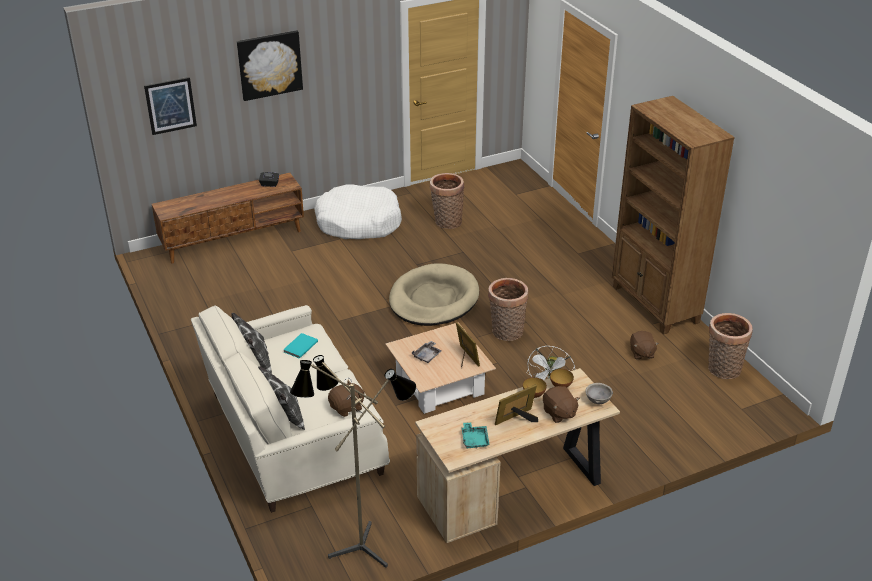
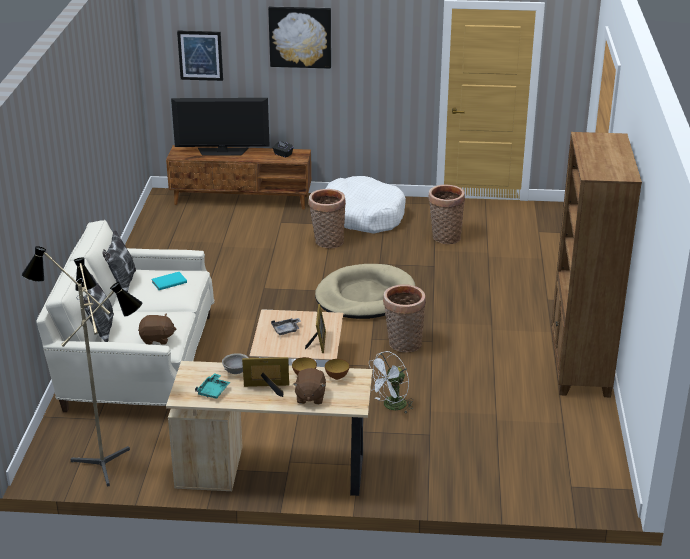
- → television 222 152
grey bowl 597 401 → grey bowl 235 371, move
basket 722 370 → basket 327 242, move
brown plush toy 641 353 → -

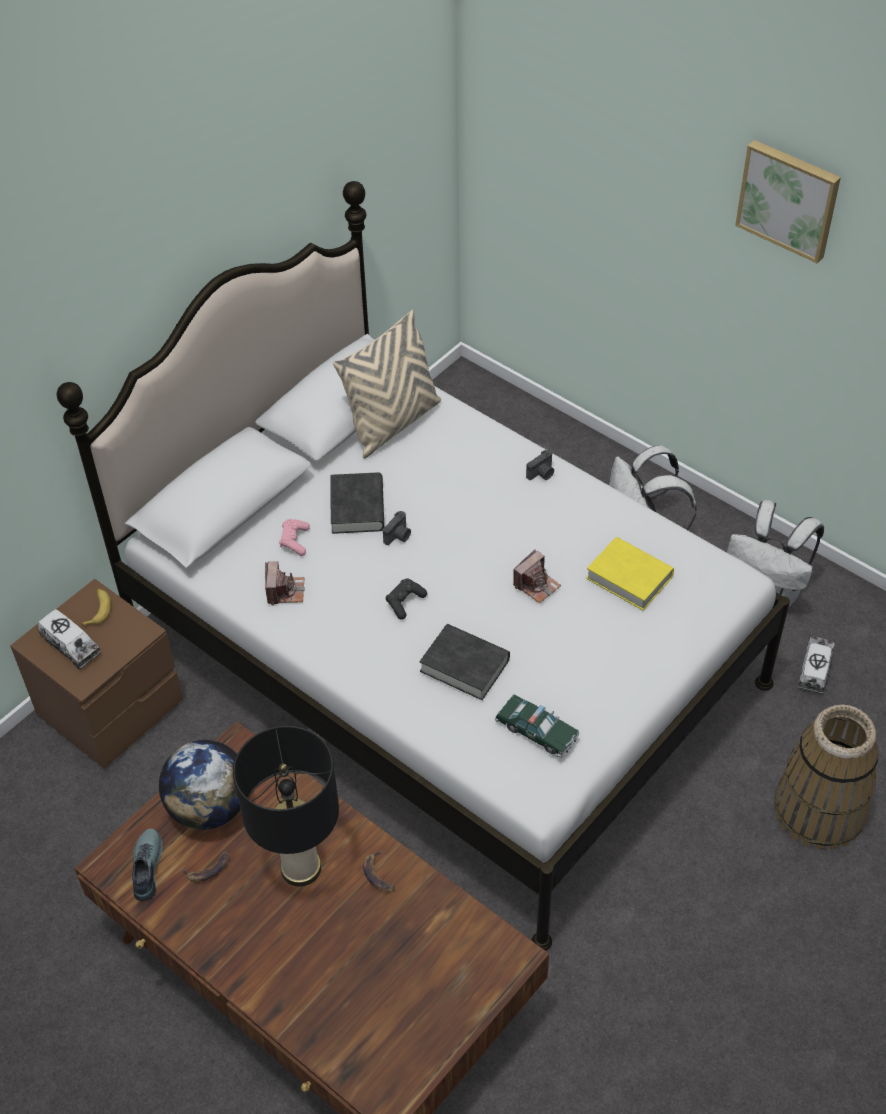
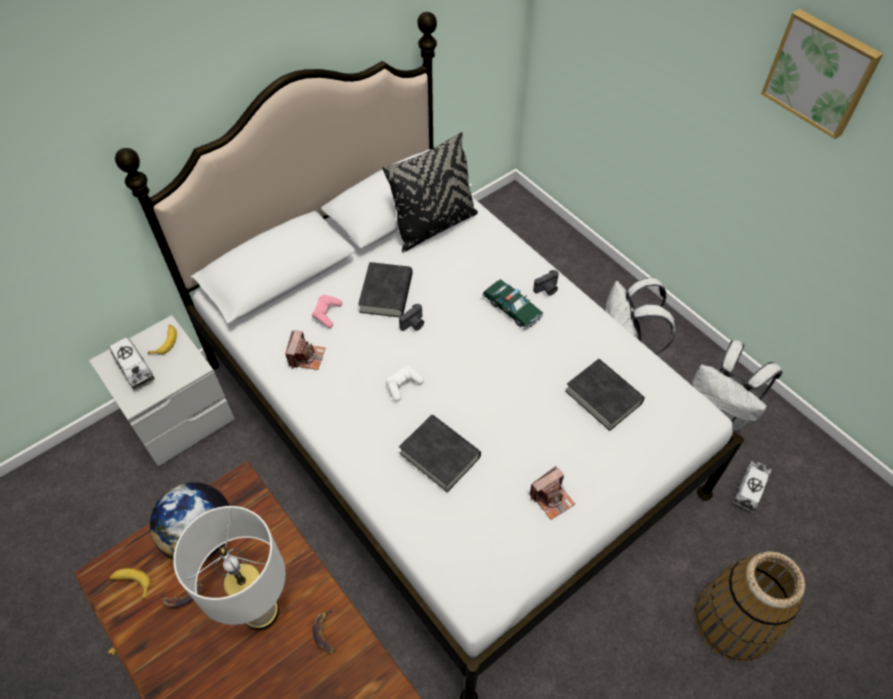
brown nightstand 109 708 → white nightstand 178 415
shoe 145 867 → banana 131 583
black table lamp 300 868 → white table lamp 260 612
beige pillow 393 423 → black pillow 434 226
black game controller 405 602 → white game controller 403 385
toy car 536 731 → toy car 512 308, move
photo camera 536 585 → photo camera 551 498, move
yellow book 629 577 → black book 603 397

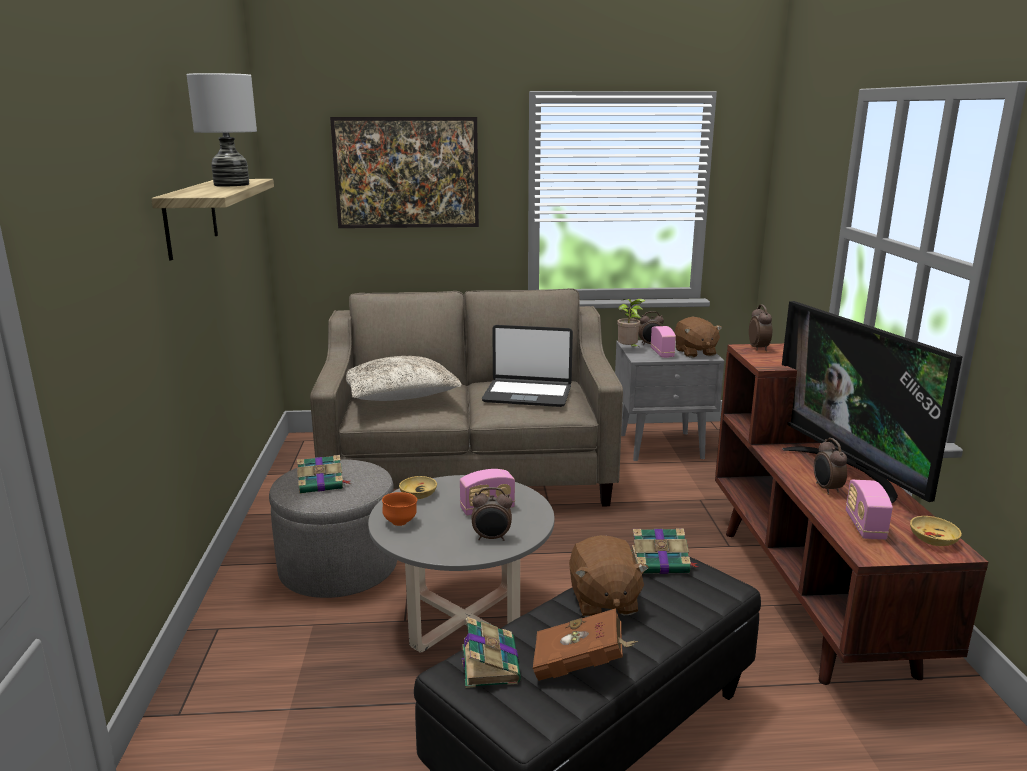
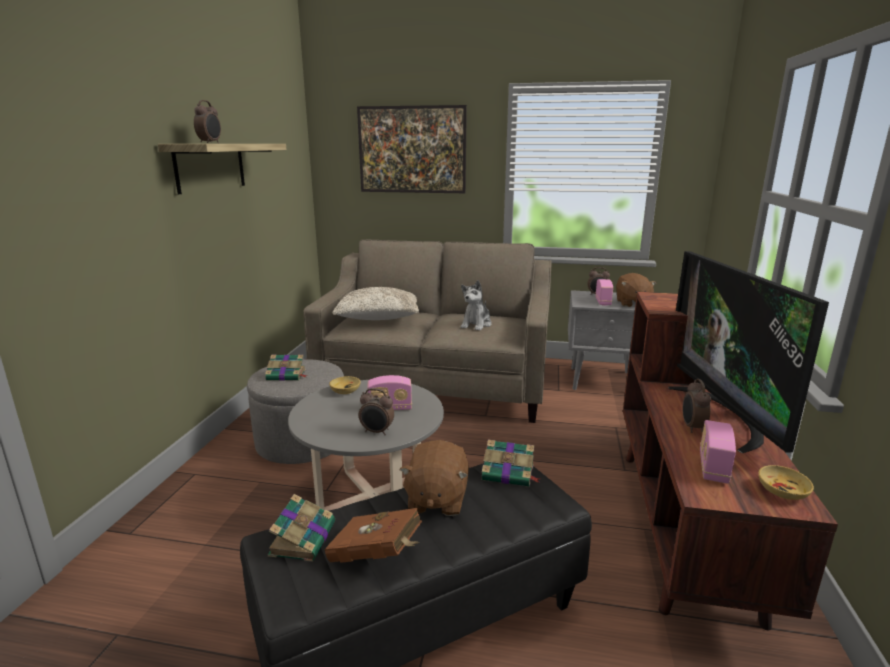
alarm clock 759 348 → alarm clock 210 143, move
laptop 527 394 → plush toy 476 324
grey table lamp 231 185 → -
orange bowl 400 522 → -
potted plant 629 349 → -

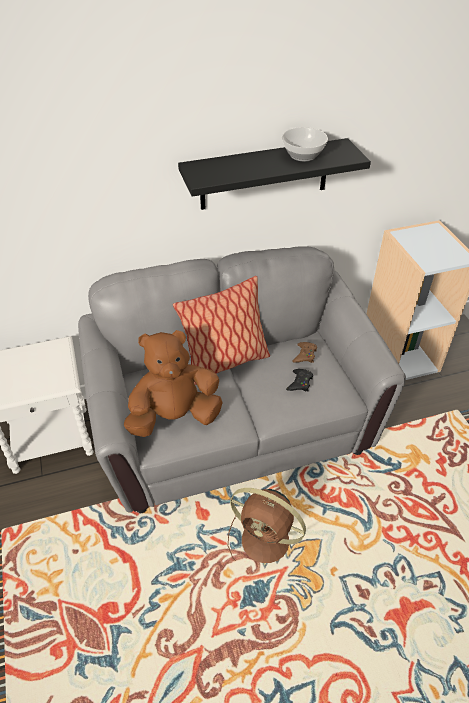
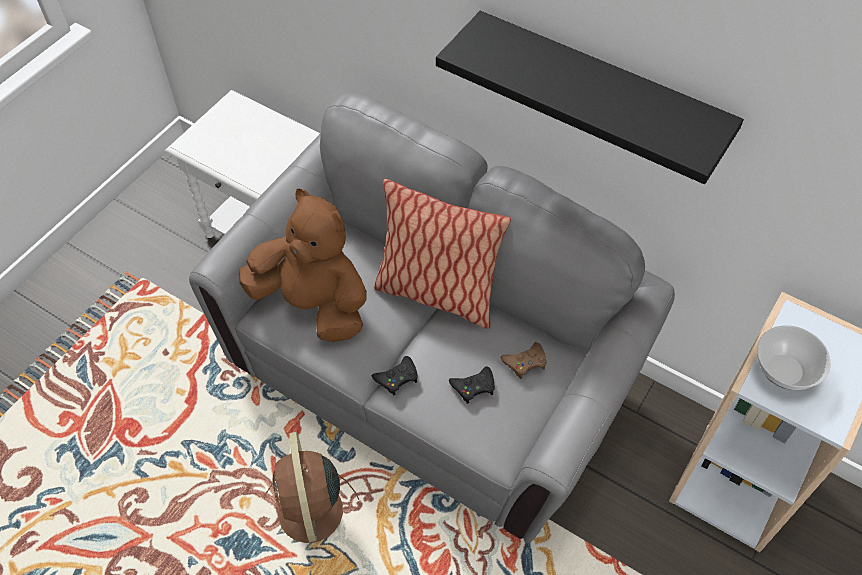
- → black game controller 397 378
bowl 303 156 → bowl 783 372, move

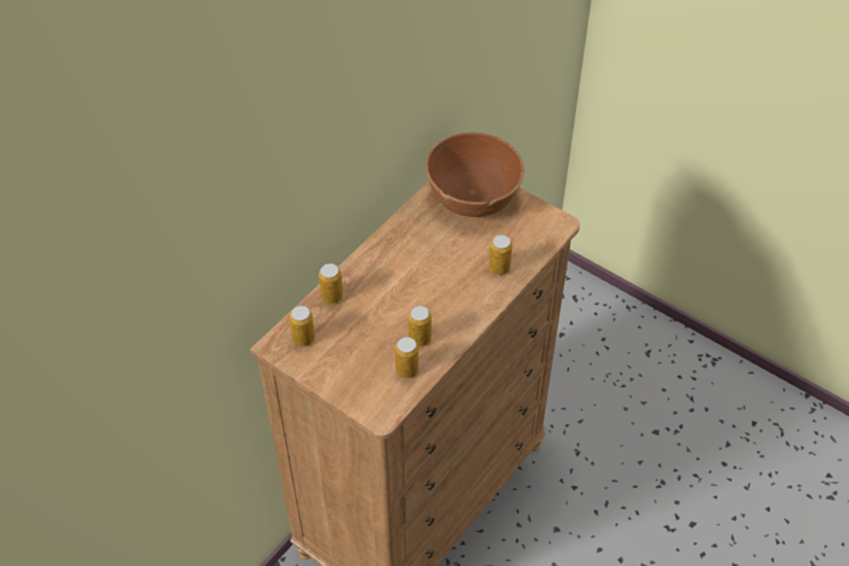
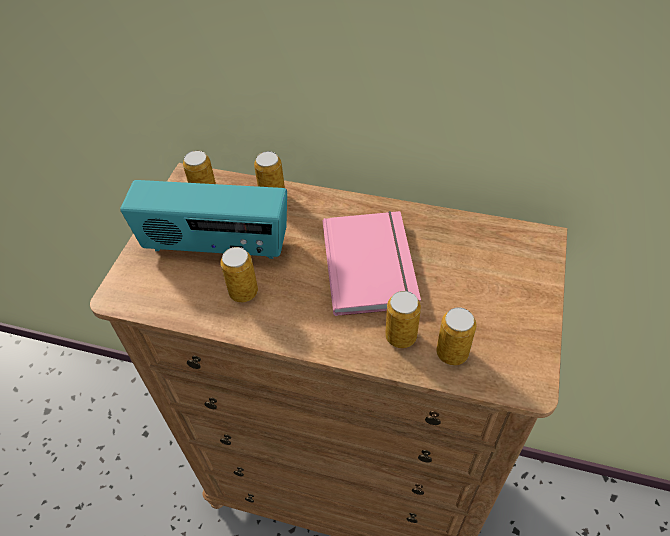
- → radio 216 246
- → pink book 373 264
can 407 370 → can 452 353, move
brown bowl 473 197 → -

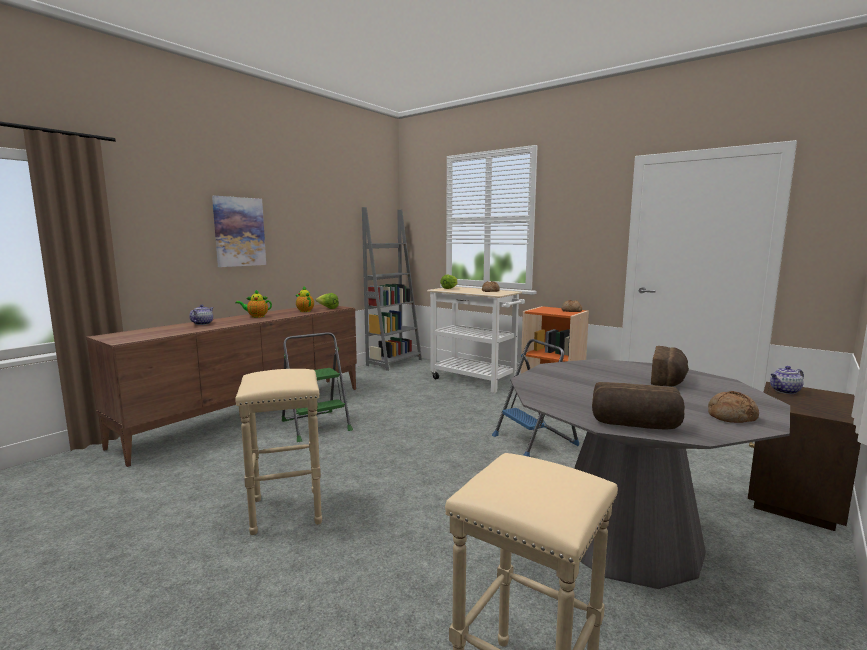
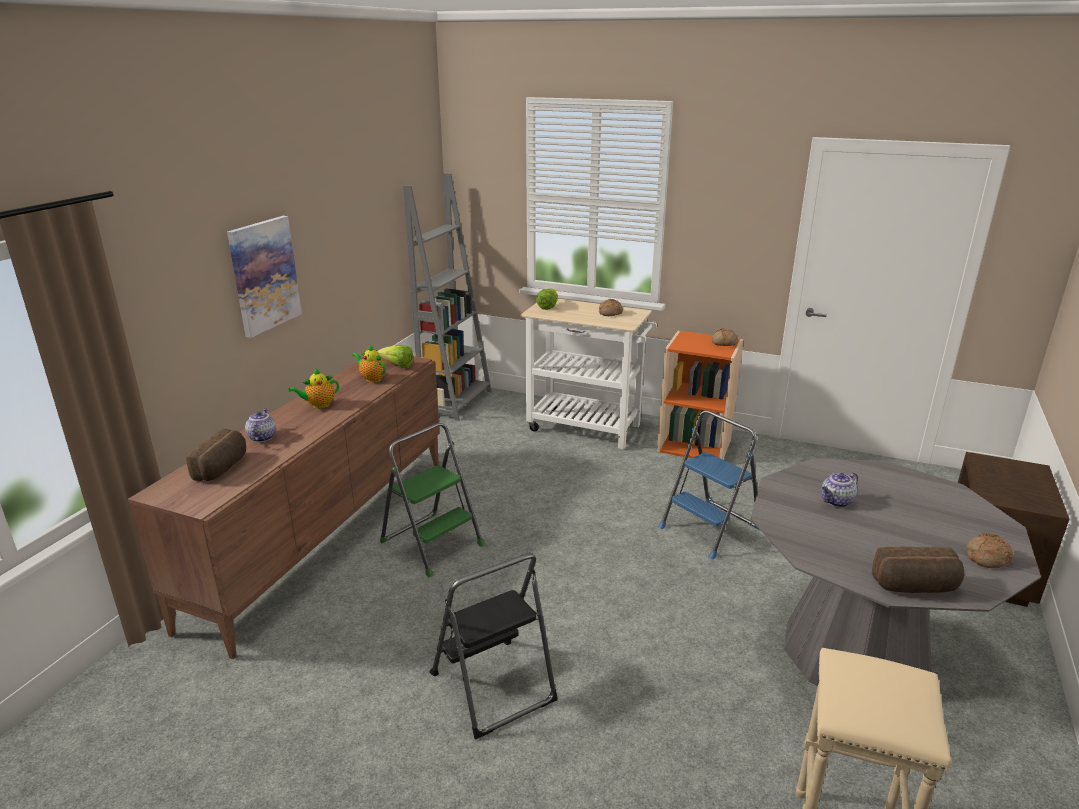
bread 669 380 → bread 223 468, move
beige stool 285 512 → black step ladder 494 689
teapot 785 391 → teapot 836 501, move

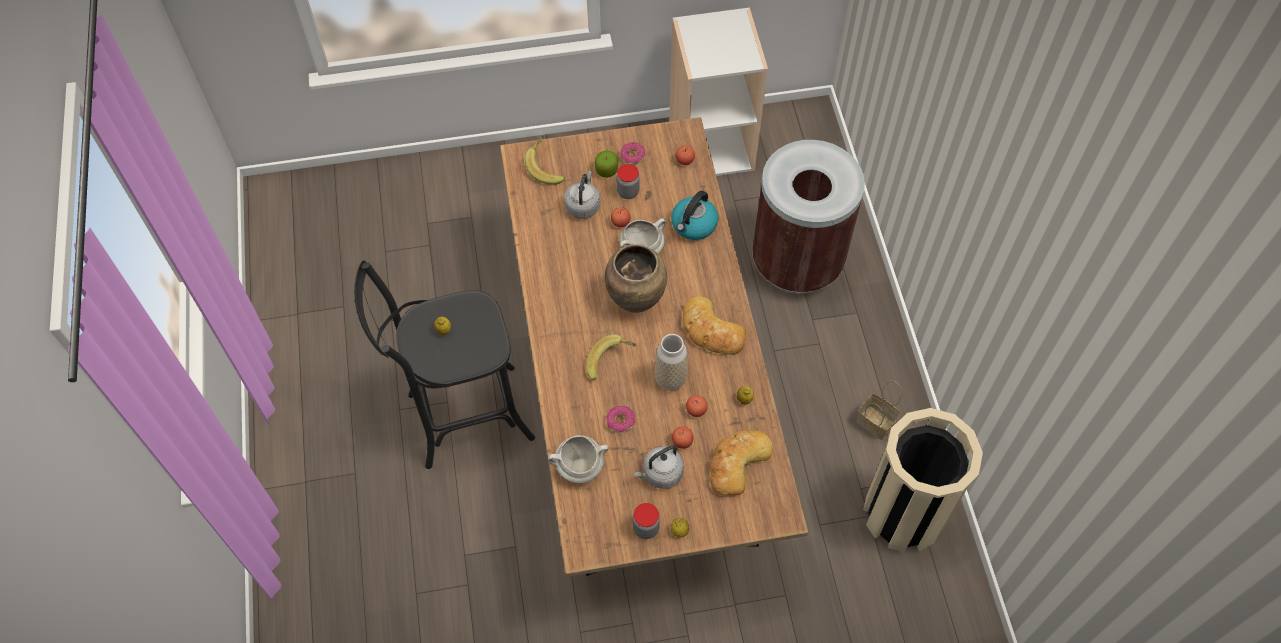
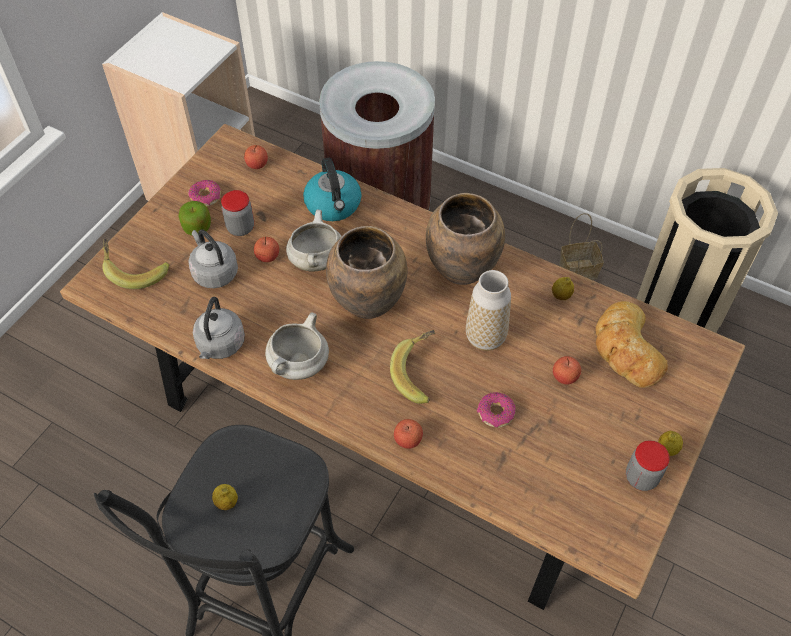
grey kettle 660 474 → grey kettle 220 345, move
white cooking pot 579 467 → white cooking pot 299 365, move
apple 696 410 → apple 408 440, move
bread 711 331 → brown vase 462 270

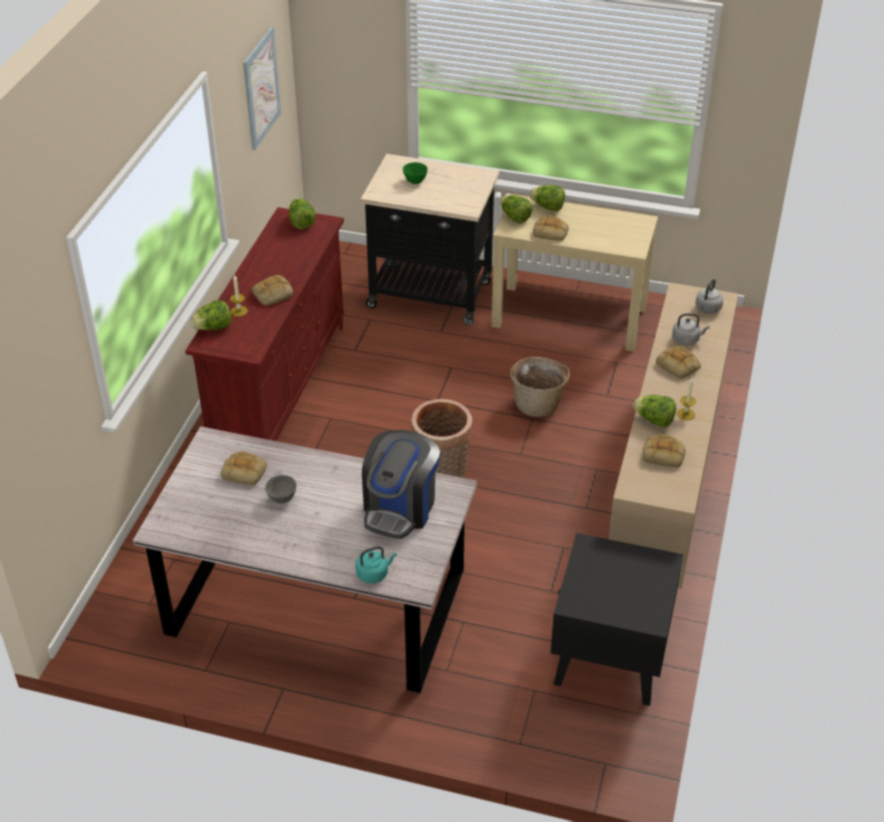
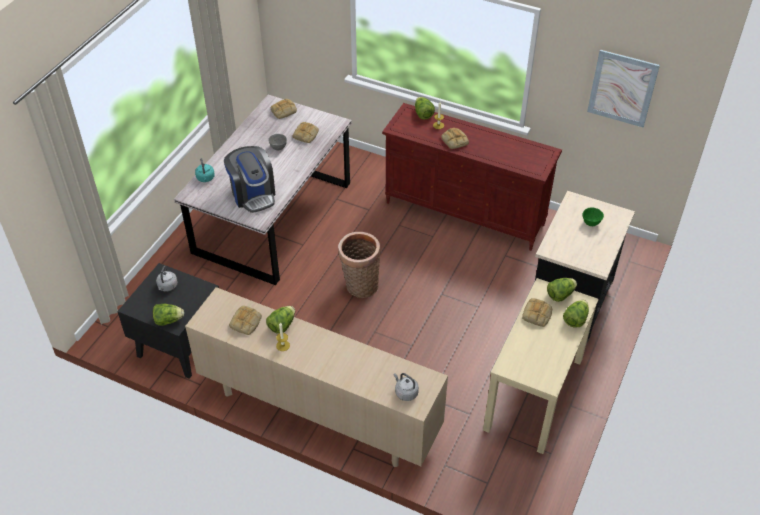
lettuce 301 222 → lettuce 168 320, move
grey kettle 687 339 → grey kettle 167 287, move
coffee machine 400 507 → coffee machine 253 194, 150 degrees counterclockwise
bread 679 365 → bread 283 111, move
basket 538 403 → -

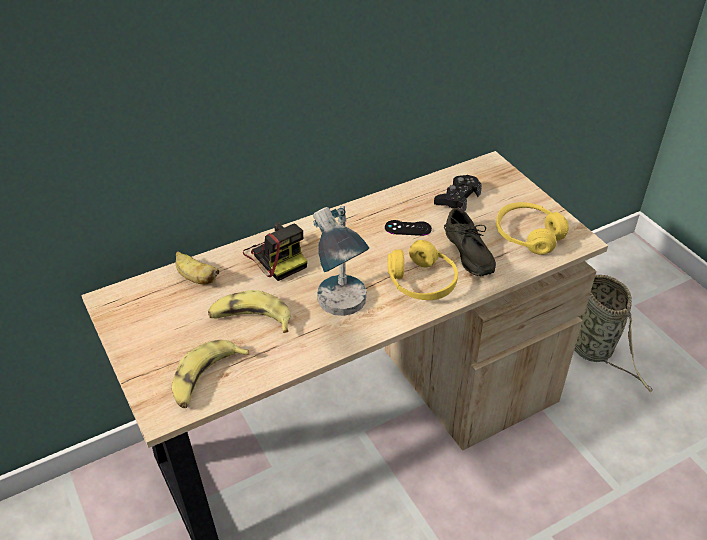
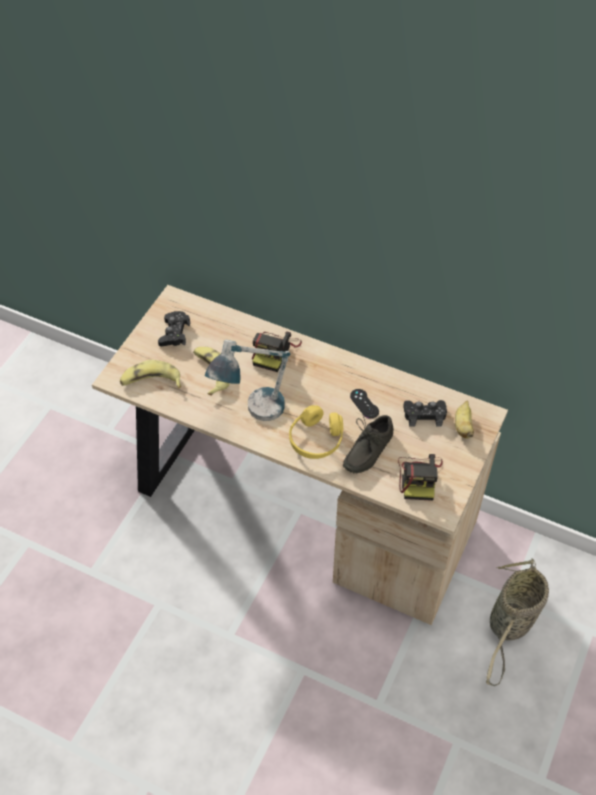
- → black game controller 174 333
yellow headphones 528 236 → photo camera 419 477
banana 196 278 → banana 463 426, move

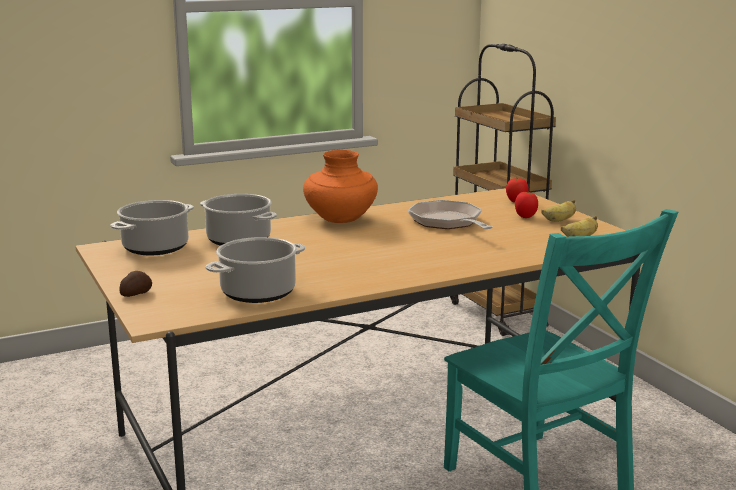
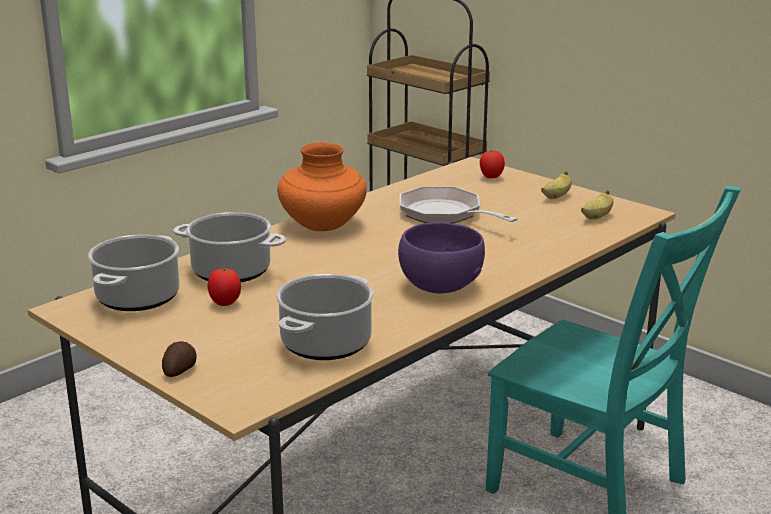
tomato 525 217 → tomato 225 303, move
- → purple bowl 440 286

